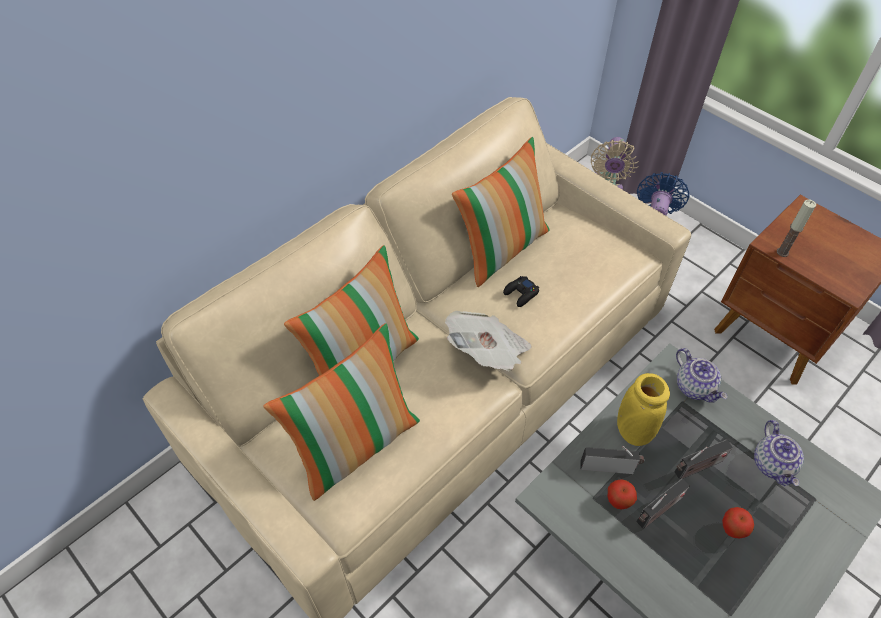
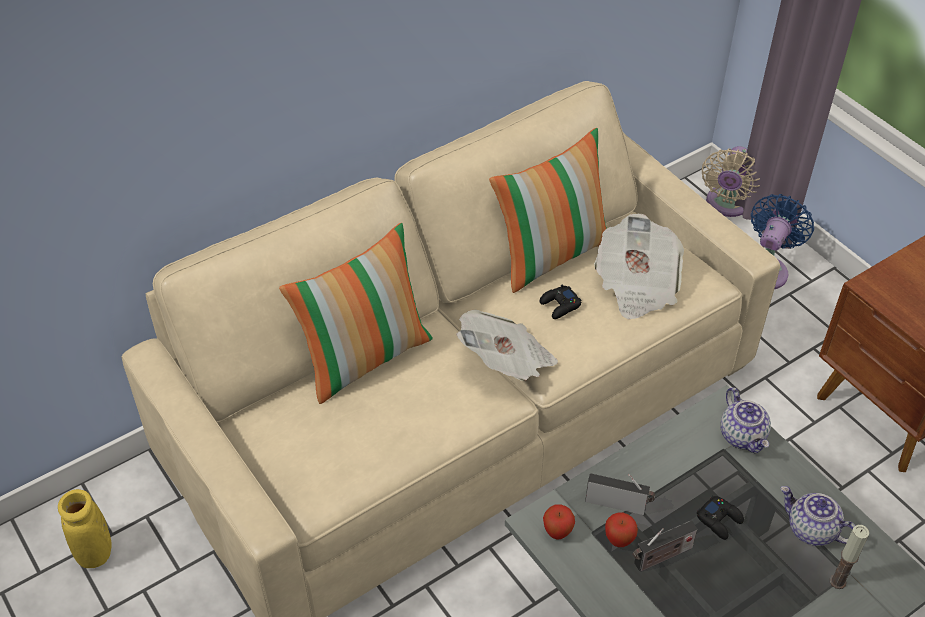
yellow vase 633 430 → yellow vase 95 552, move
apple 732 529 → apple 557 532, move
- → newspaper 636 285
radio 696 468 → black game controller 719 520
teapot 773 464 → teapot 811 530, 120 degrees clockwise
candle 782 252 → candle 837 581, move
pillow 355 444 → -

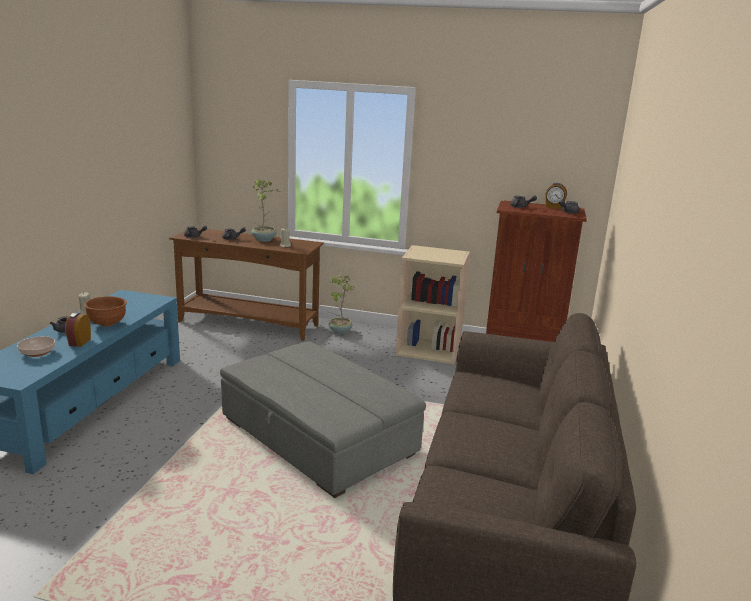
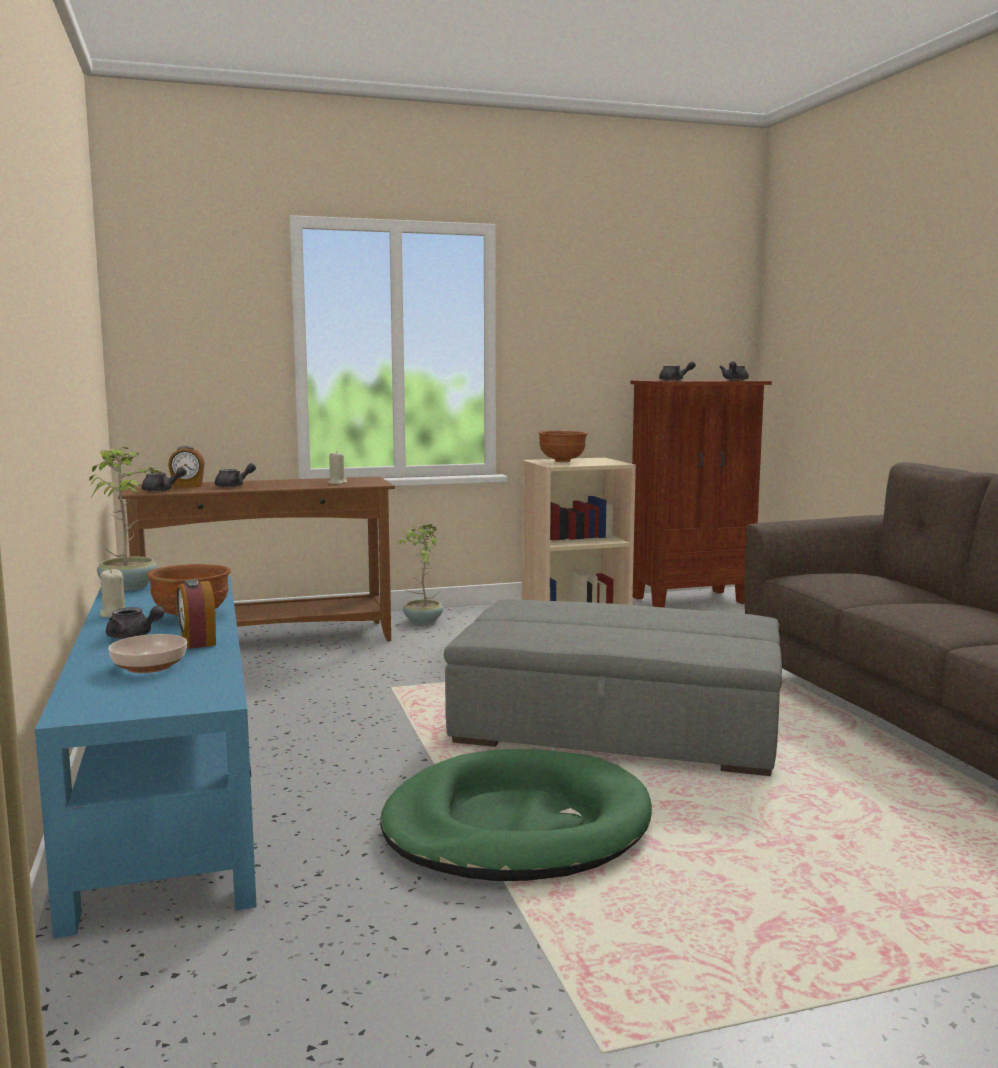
potted plant 264 239 → potted plant 129 587, move
alarm clock 554 207 → alarm clock 187 486, move
- → green dog bed 516 826
- → brown bowl 563 461

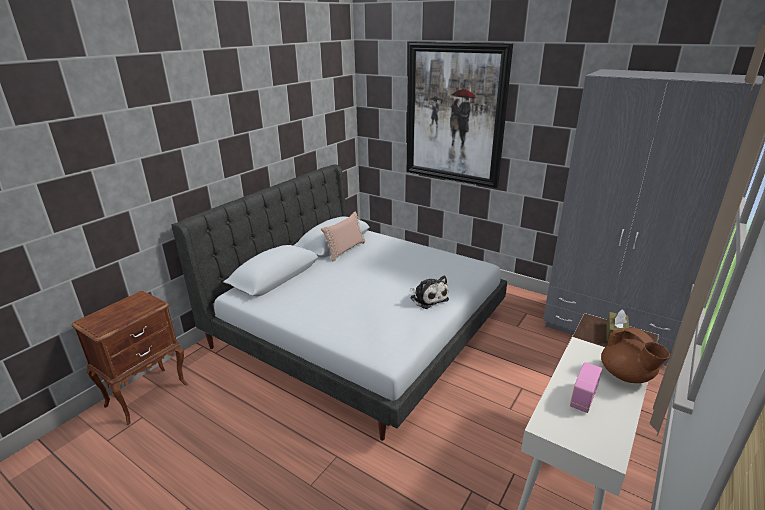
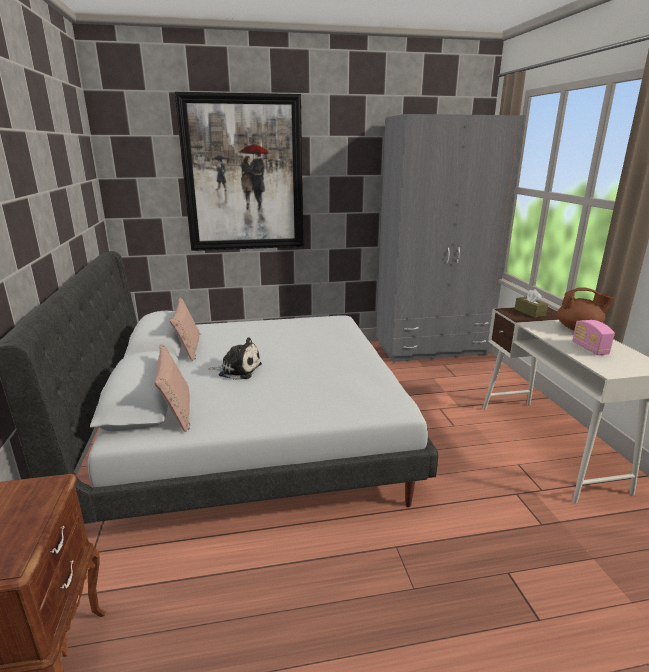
- → beige pillow 176 409
plush toy 428 298 → plush toy 238 370, move

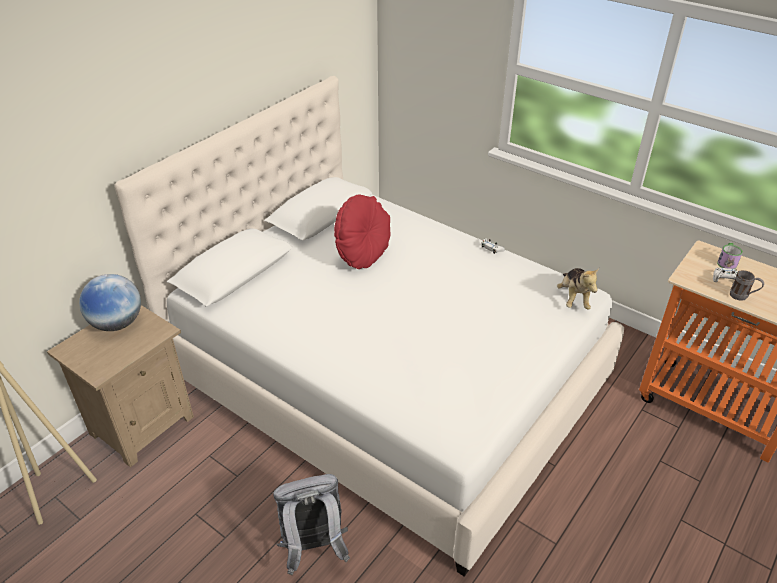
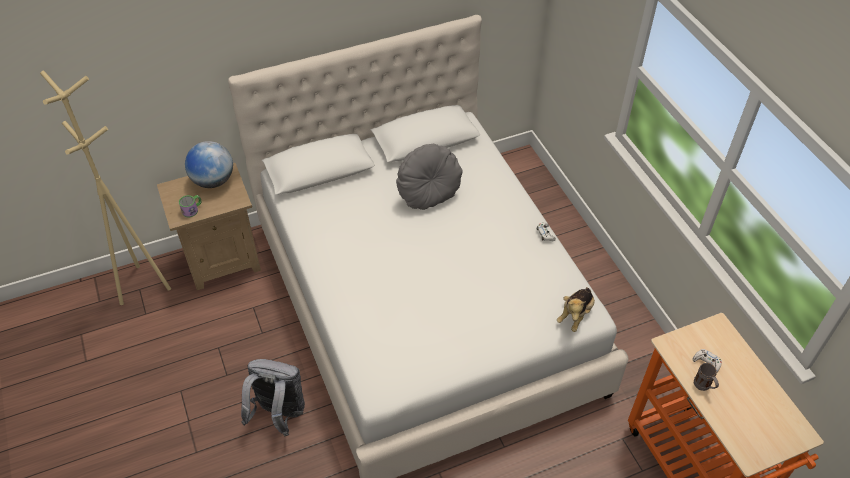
mug 726 262 → mug 192 209, move
red pillow 363 257 → grey pillow 429 197

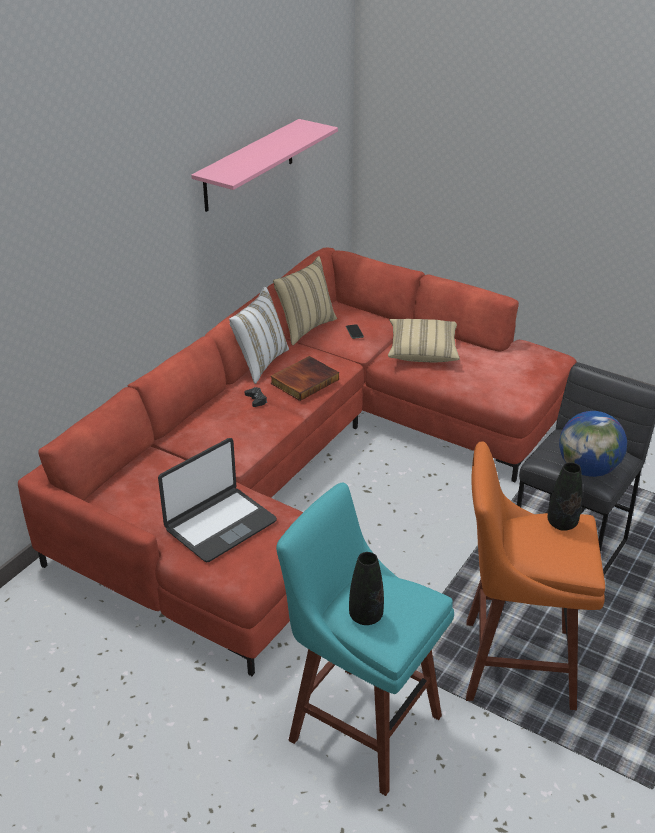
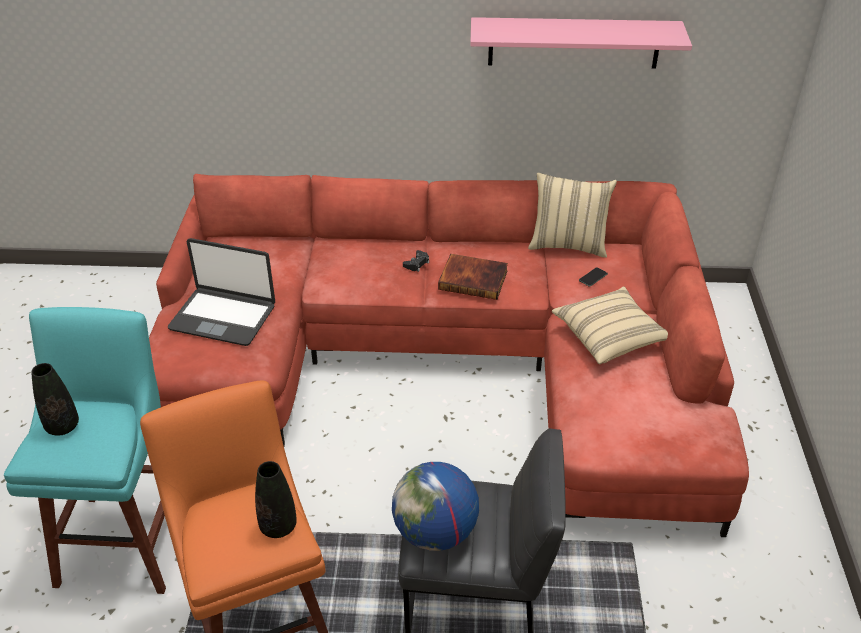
white pillow 260 363 → -

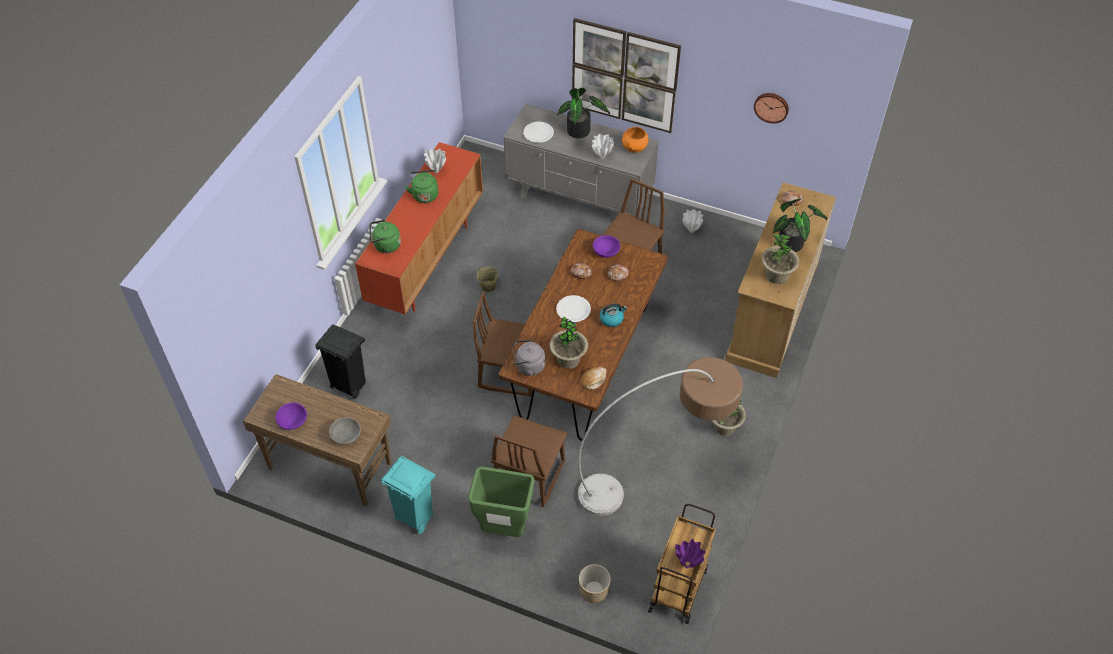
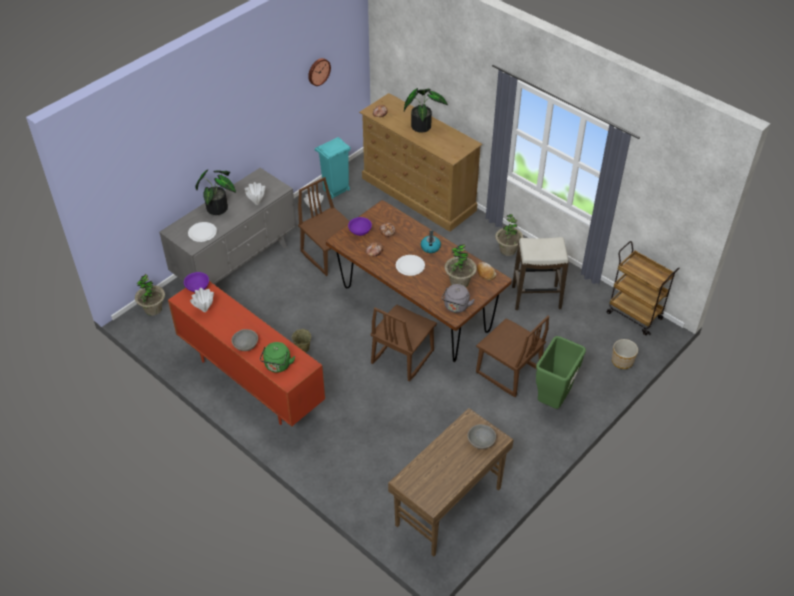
potted plant 776 275 → potted plant 153 309, move
purple bowl 292 422 → purple bowl 197 287, move
- → grey bowl 245 345
turquoise trash can 414 518 → turquoise trash can 335 191, move
floor lamp 657 475 → stool 536 298
black trash can 349 386 → -
green kettle 425 194 → -
picture 624 76 → -
orange bowl 634 148 → -
purple vase 688 564 → -

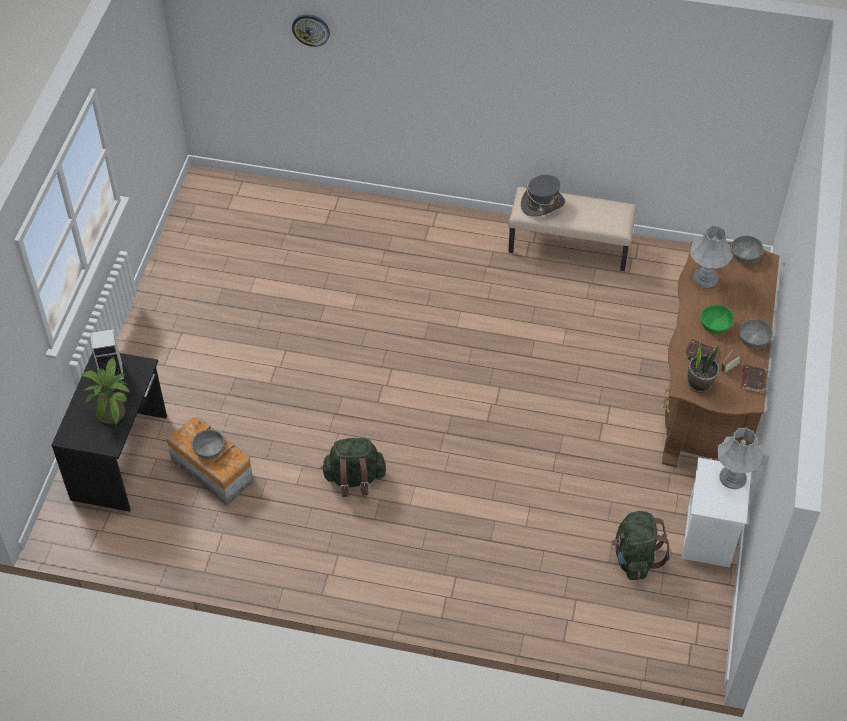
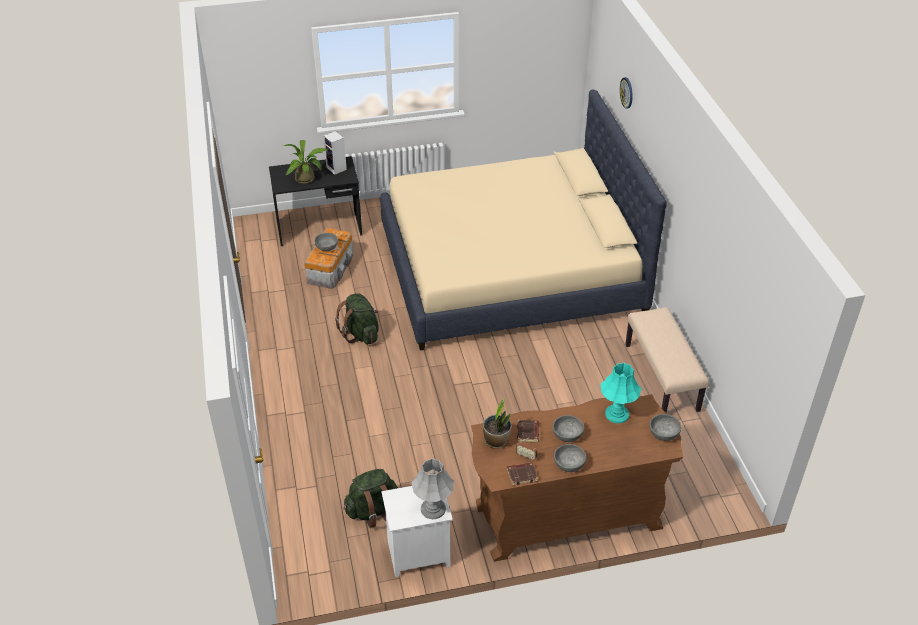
- → beige bed 510 269
green bowl 715 325 → grey bowl 567 434
grey table lamp 705 278 → turquoise table lamp 616 414
grey hat 542 204 → -

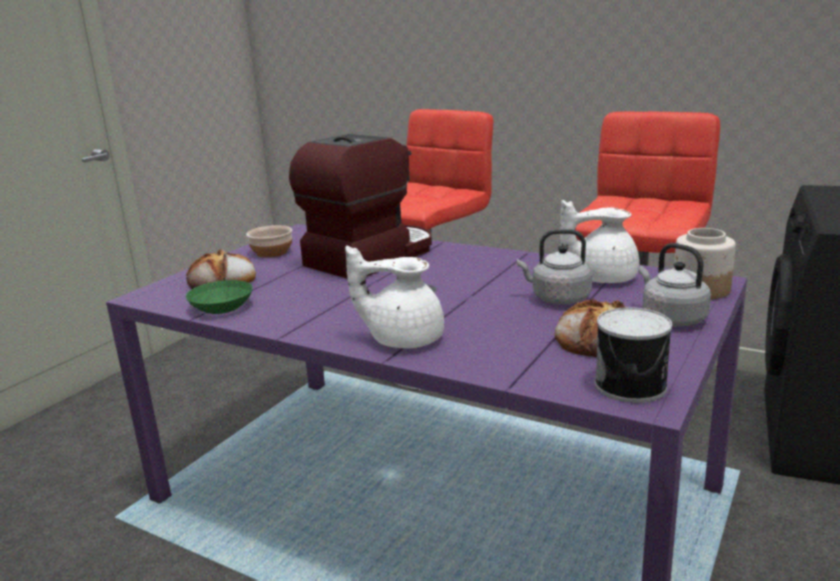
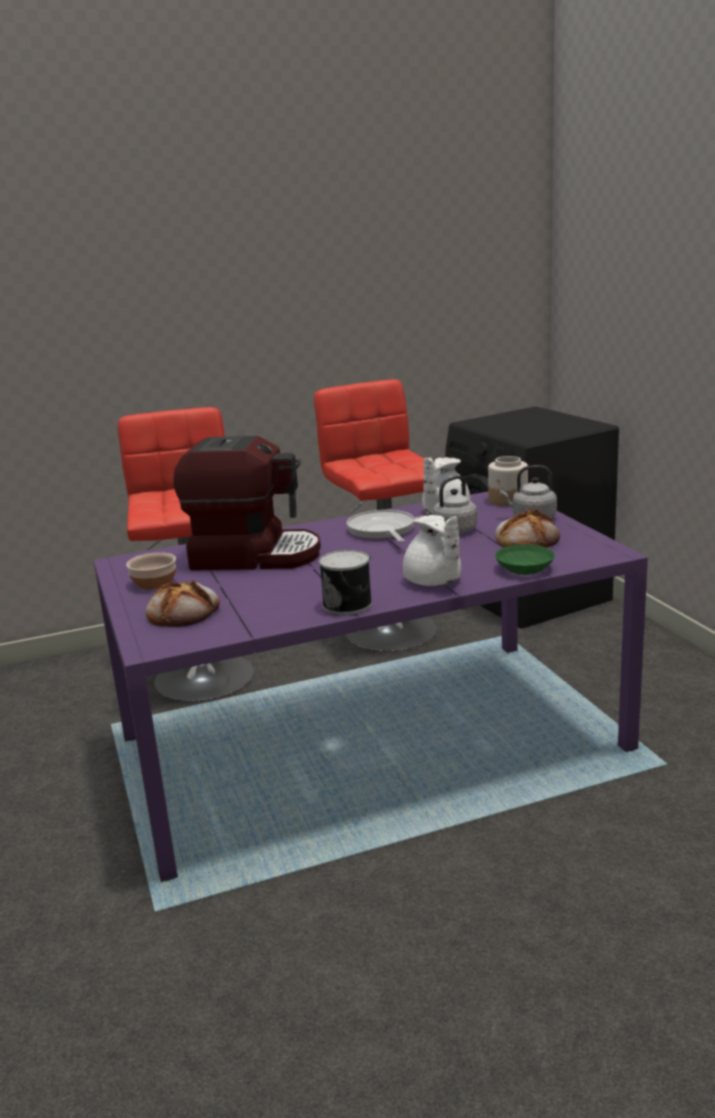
coffee machine 370 257 → coffee machine 254 555, 105 degrees clockwise
can 632 385 → can 348 604, move
- → frying pan 382 531
white teapot 403 339 → white teapot 433 582, 75 degrees counterclockwise
green bowl 222 306 → green bowl 523 568, move

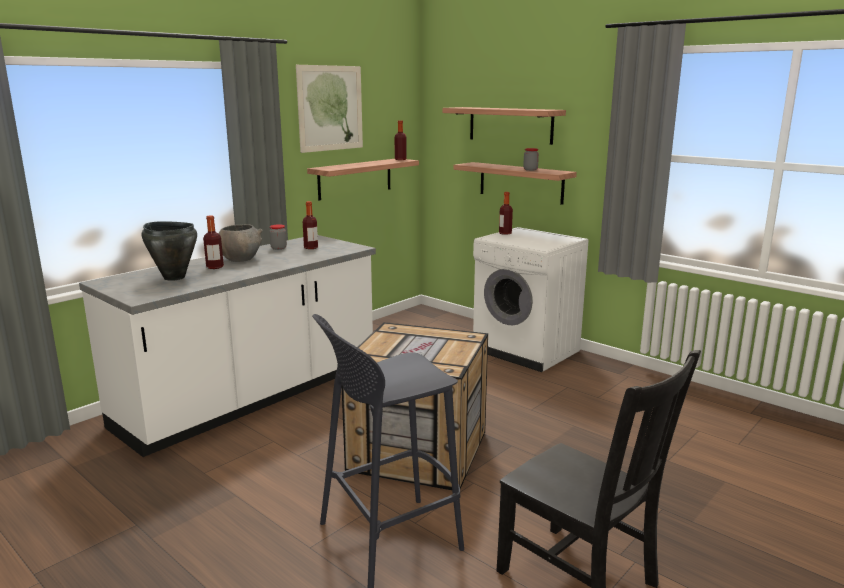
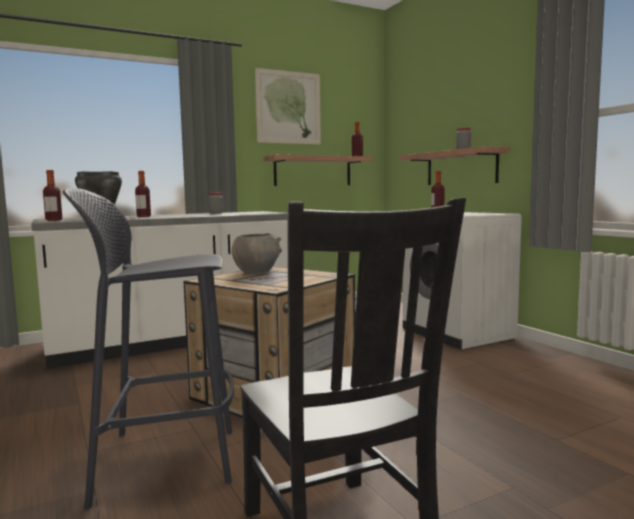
bottle 311 247 → bottle 53 220, move
grey bowl 240 259 → grey bowl 256 272, move
shelf 510 125 → -

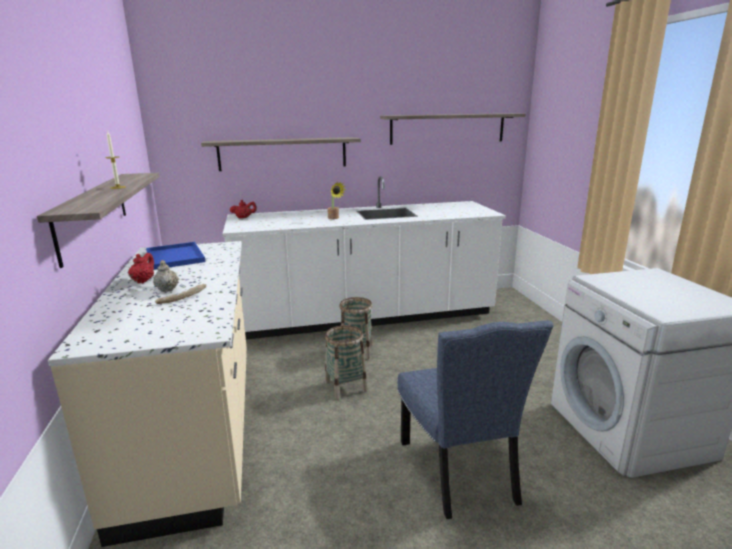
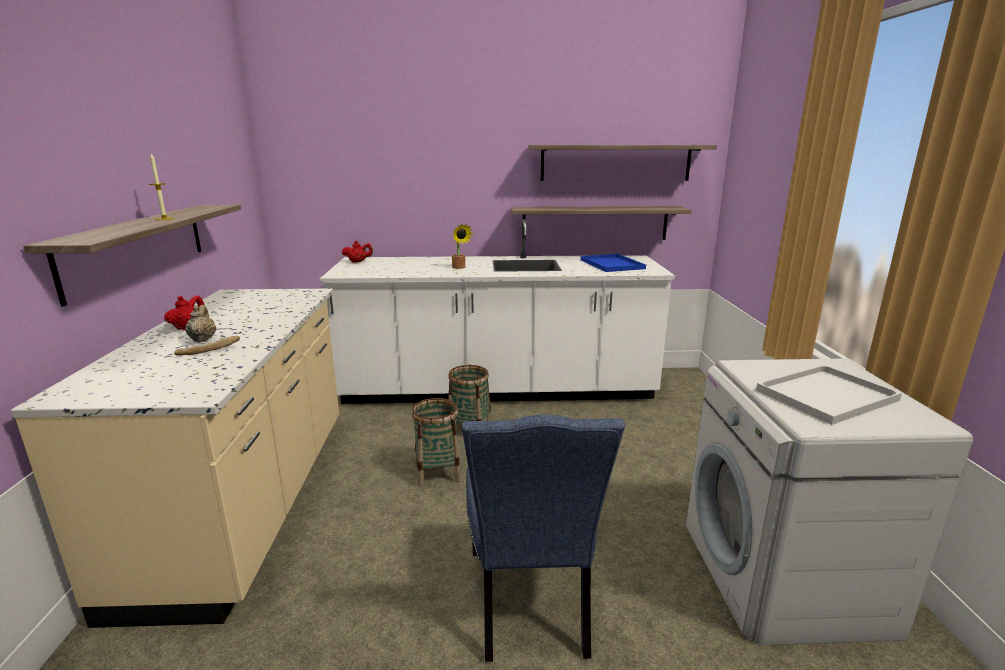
shelf 283 153 → shelf 594 223, move
blue tray 174 256 → blue tray 610 264, move
- → white tray 826 394

